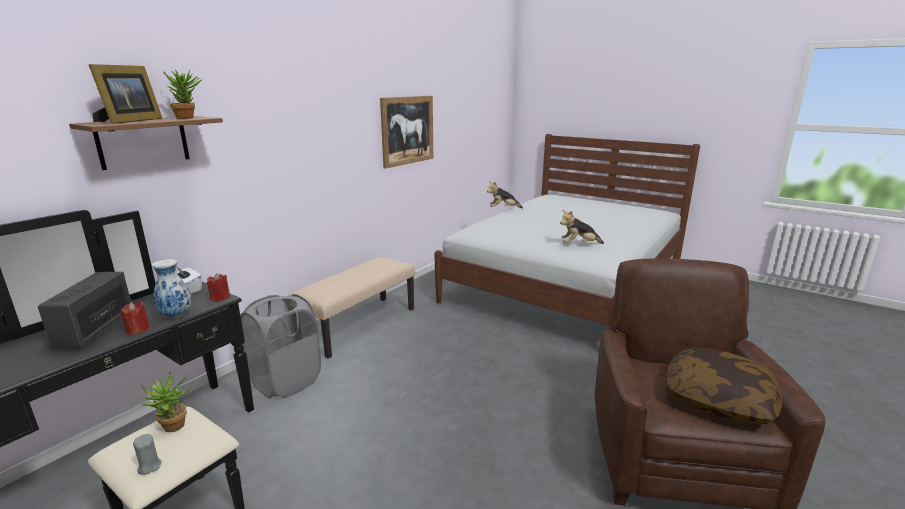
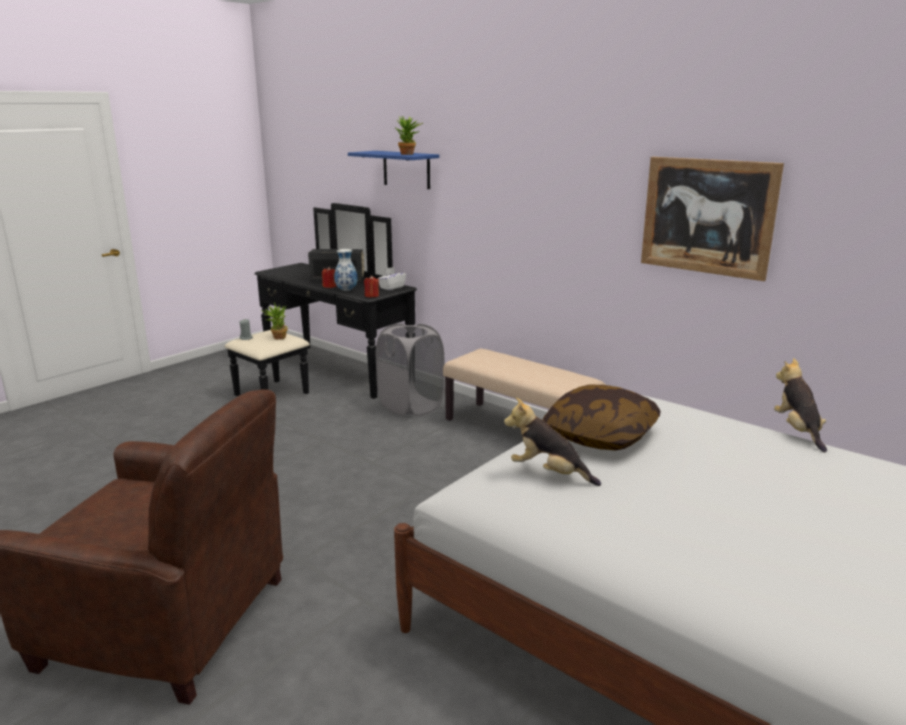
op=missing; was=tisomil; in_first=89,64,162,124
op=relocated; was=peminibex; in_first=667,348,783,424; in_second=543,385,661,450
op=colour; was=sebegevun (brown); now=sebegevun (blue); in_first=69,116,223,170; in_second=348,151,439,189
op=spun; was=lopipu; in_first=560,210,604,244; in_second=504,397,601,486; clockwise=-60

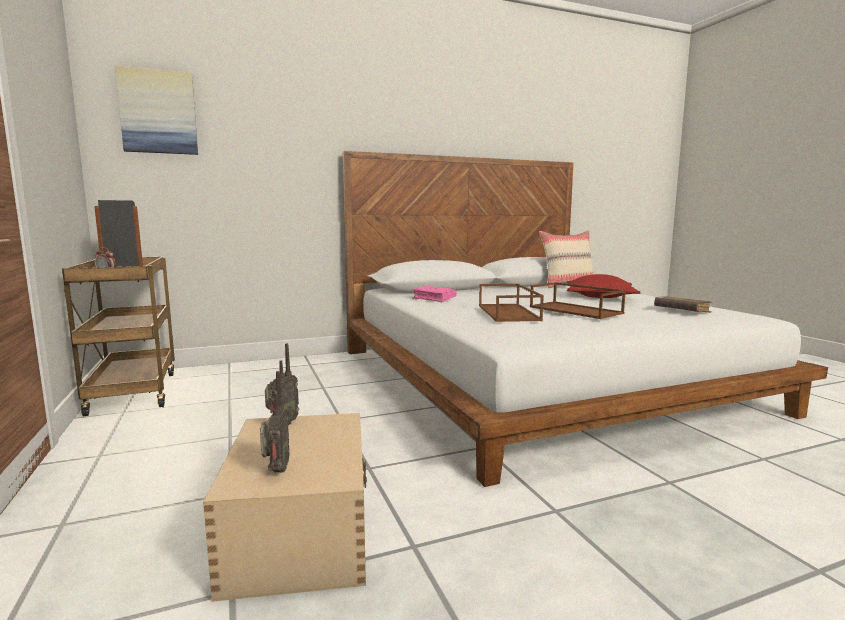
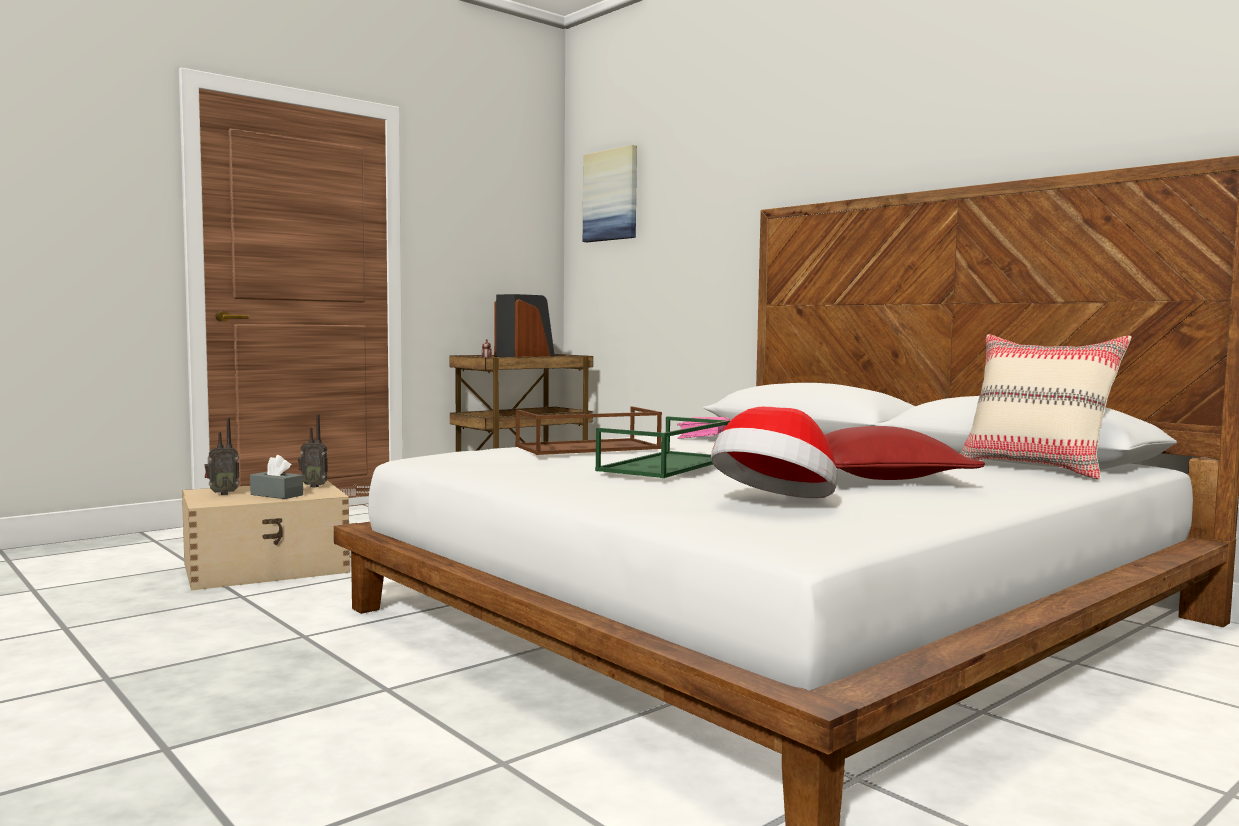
op=appeared; now=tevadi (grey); in_second=250,455,303,499
op=exchanged; was=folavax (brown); now=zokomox; in_first=654,296,712,313; in_second=711,407,838,498
op=colour; was=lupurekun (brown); now=lupurekun (green); in_first=530,282,626,319; in_second=595,416,730,478

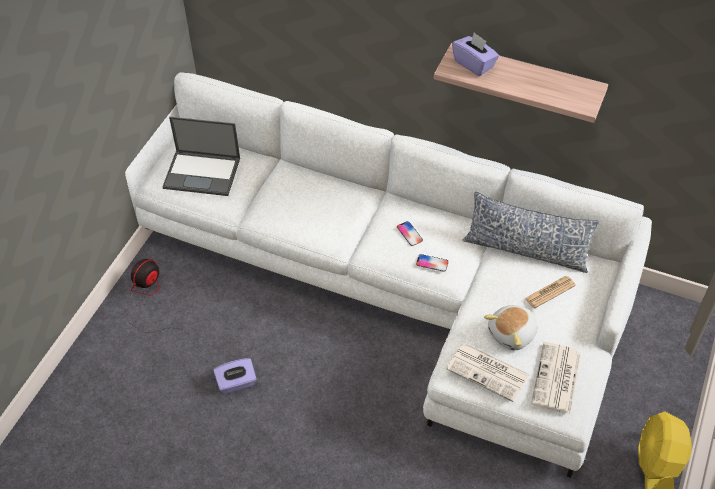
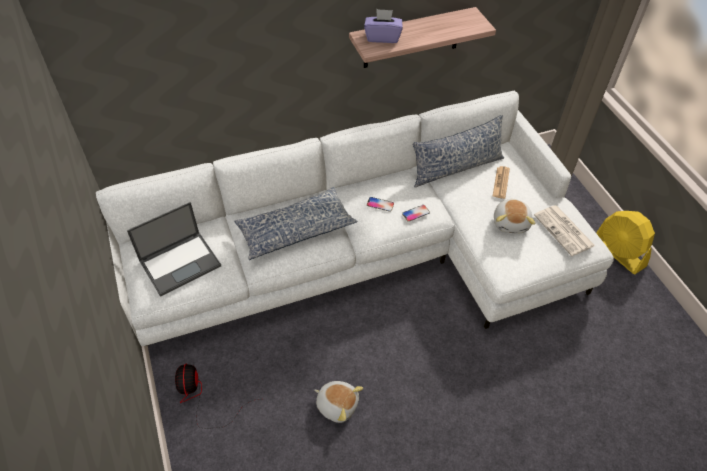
op=missing; was=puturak; in_first=446,343,529,402
op=appeared; now=peminibex; in_second=234,187,357,260
op=exchanged; was=tevadi (purple); now=lopipu; in_first=213,358,257,394; in_second=314,381,363,423

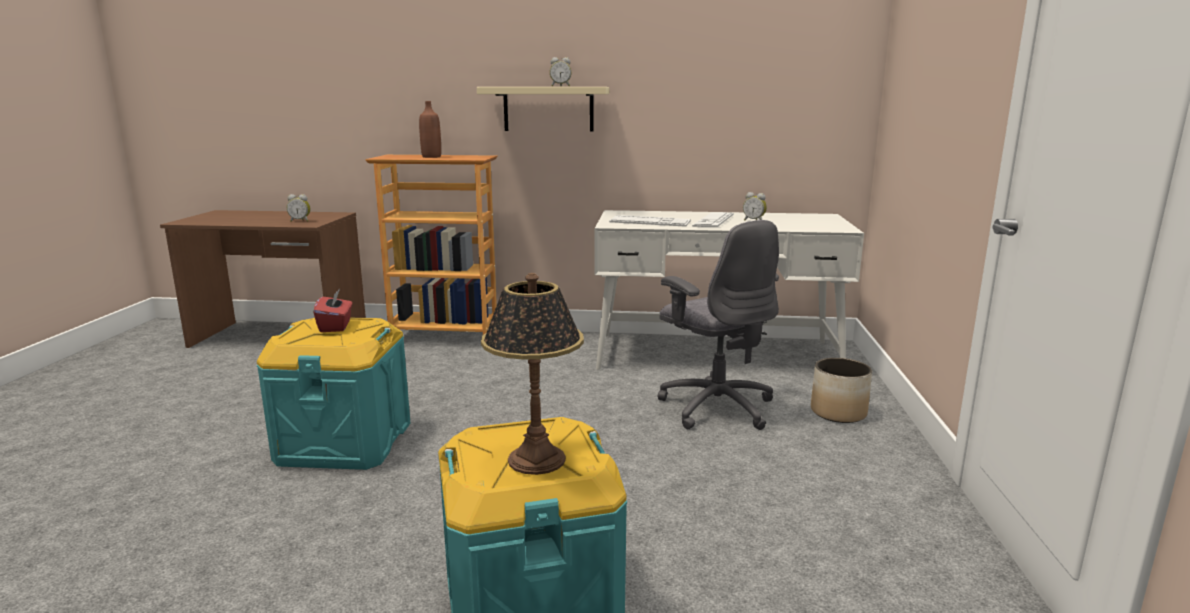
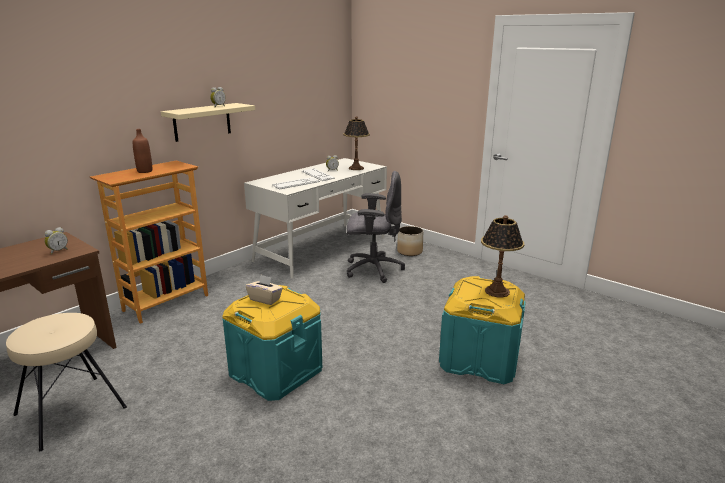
op=appeared; now=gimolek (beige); in_second=6,313,127,451
op=appeared; now=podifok; in_second=343,116,370,170
op=colour; was=tevadi (red); now=tevadi (beige); in_first=314,289,352,332; in_second=246,275,283,305

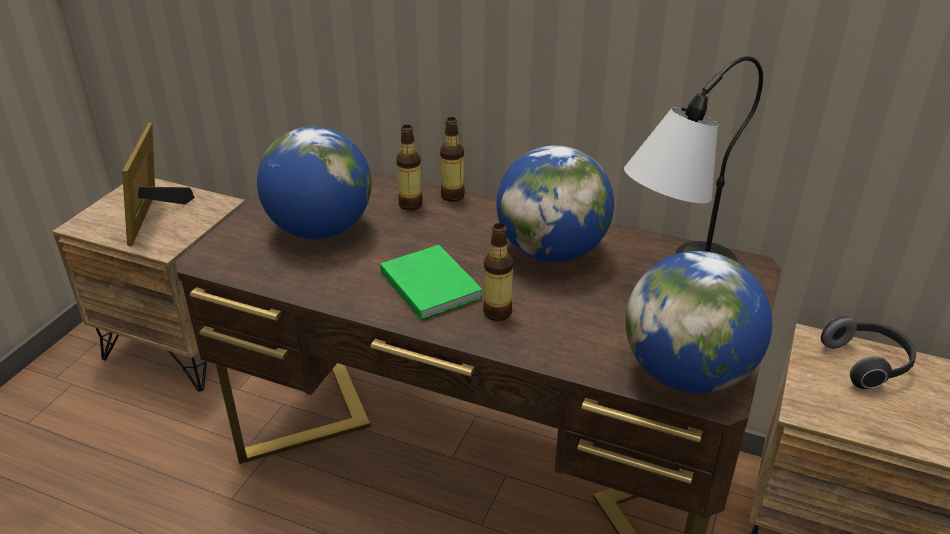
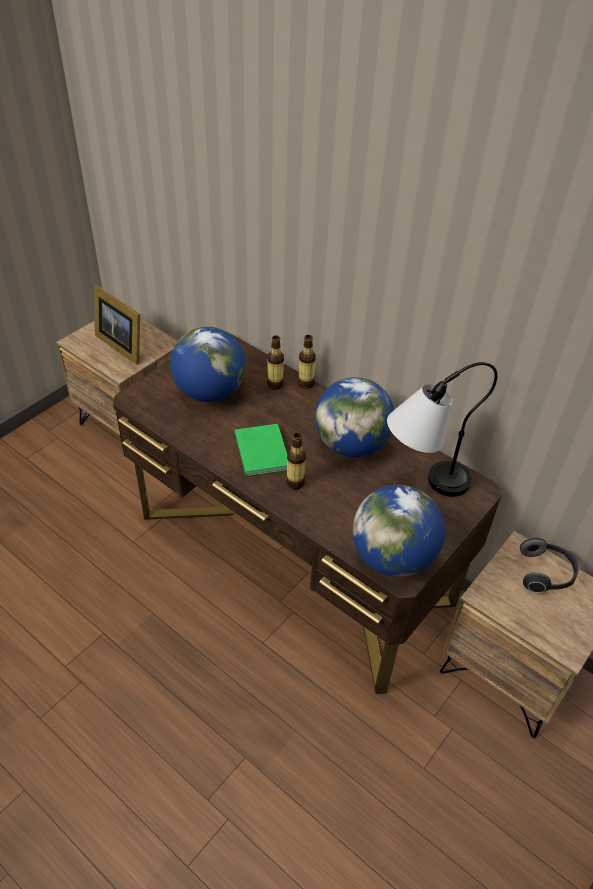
op=spun; was=tisomil; in_first=122,123,195,246; in_second=94,285,140,365; clockwise=-60

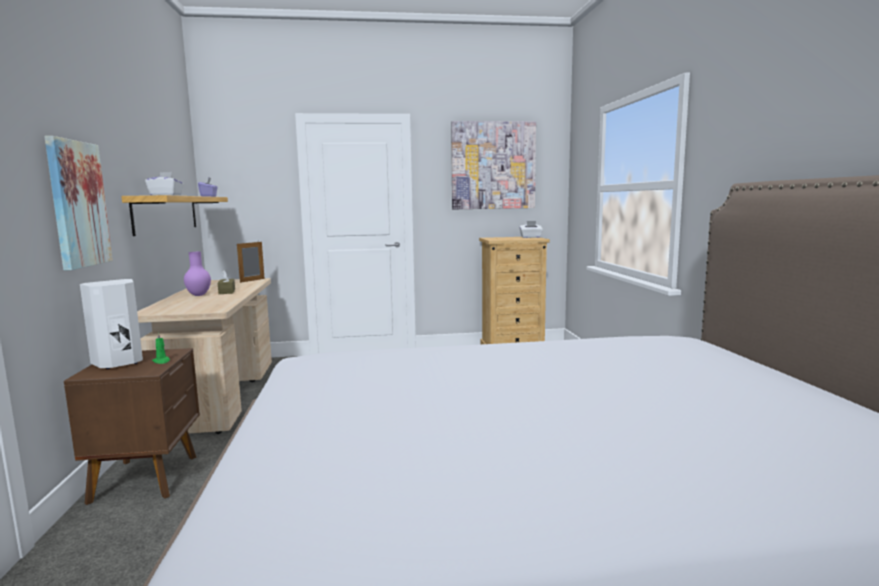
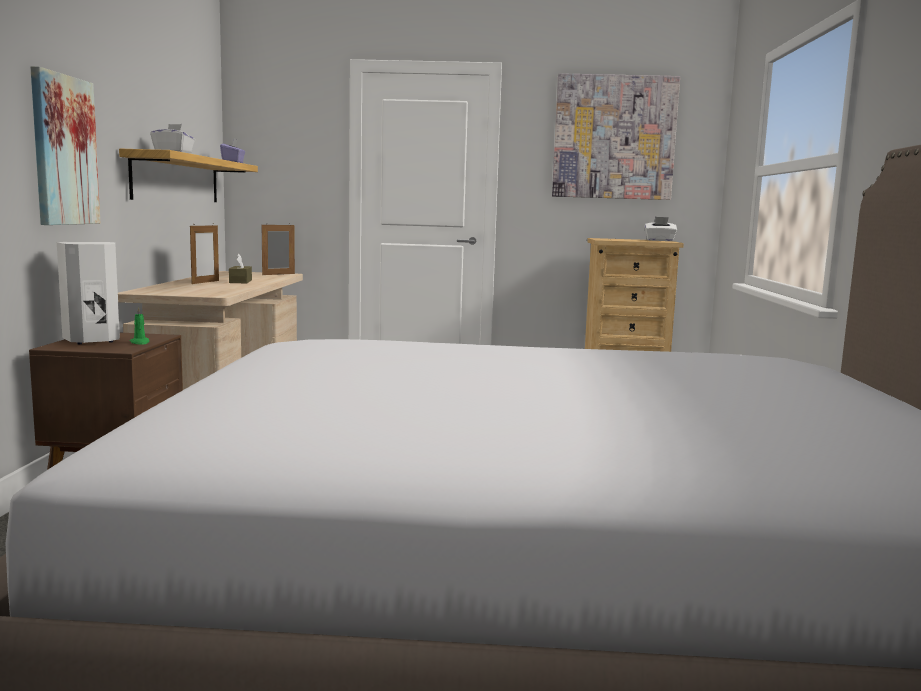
op=exchanged; was=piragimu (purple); now=tisomil; in_first=184,252,211,296; in_second=190,224,219,284

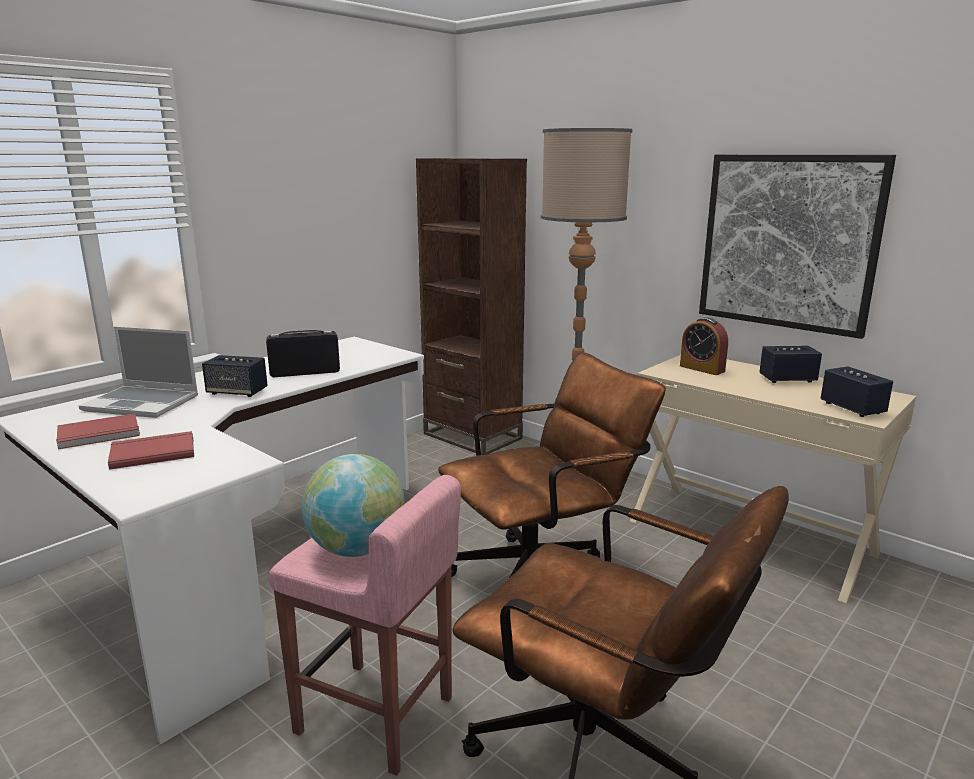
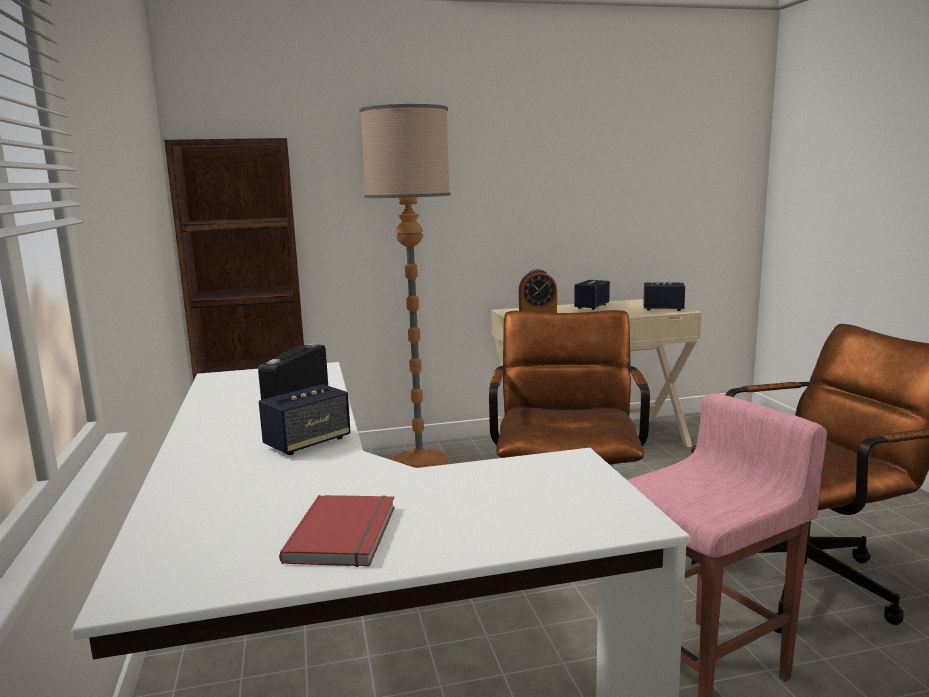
op=missing; was=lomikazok; in_first=79,326,198,418
op=missing; was=folavax (red); in_first=108,431,194,470
op=missing; was=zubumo; in_first=302,454,405,557
op=missing; was=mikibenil; in_first=699,155,896,339

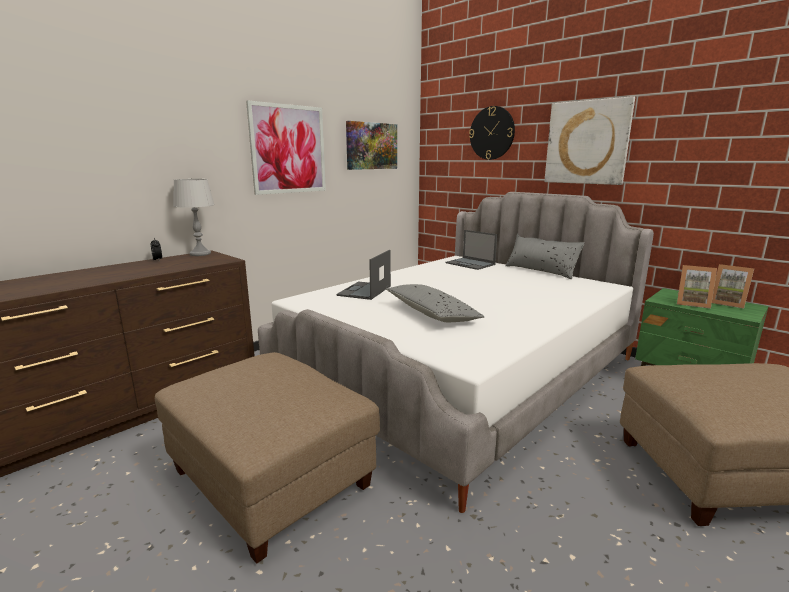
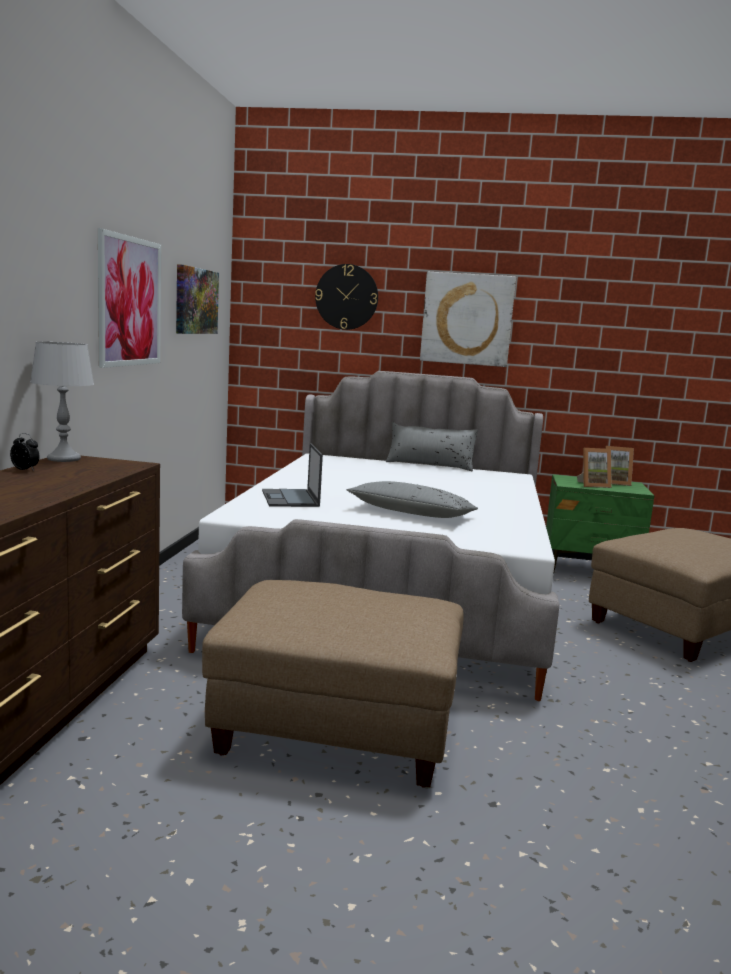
op=missing; was=lomikazok; in_first=446,230,497,270

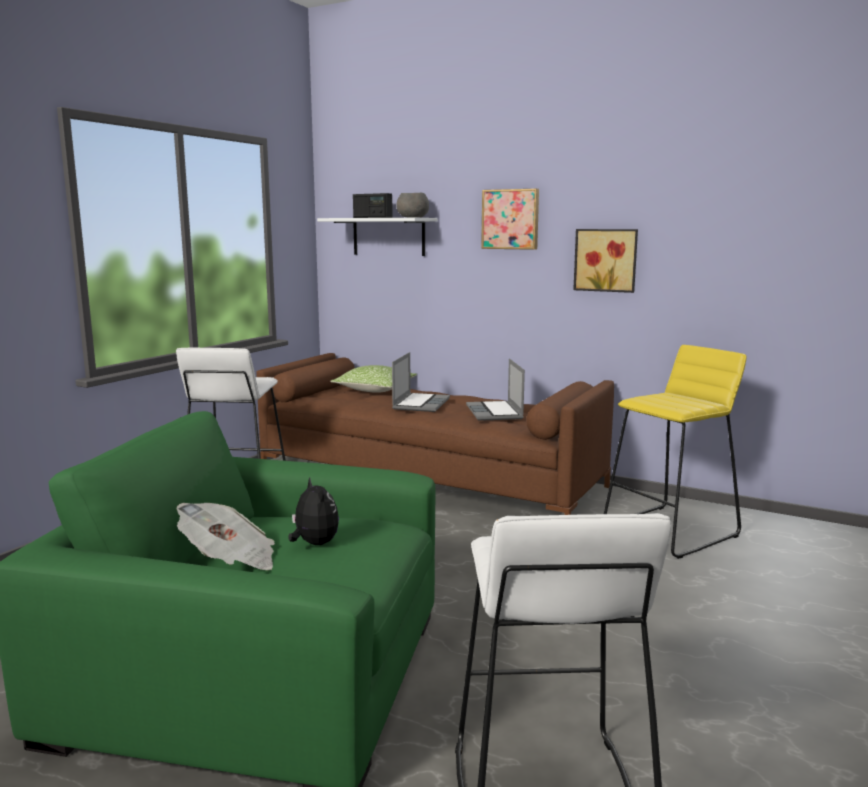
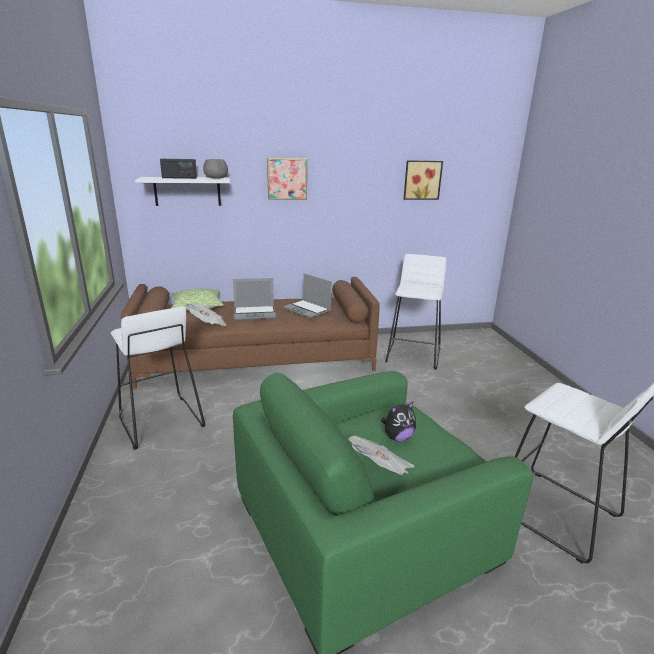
op=appeared; now=puturak; in_second=185,303,227,326
op=relocated; was=mikibenil; in_first=573,229,638,293; in_second=404,160,443,200
op=colour; was=gimolek (yellow); now=gimolek (white); in_first=604,345,747,559; in_second=385,254,446,369
op=spun; was=lopipu; in_first=288,477,339,545; in_second=381,402,416,441; clockwise=135
op=spun; was=lomikazok; in_first=392,352,450,412; in_second=233,278,276,320; clockwise=105

